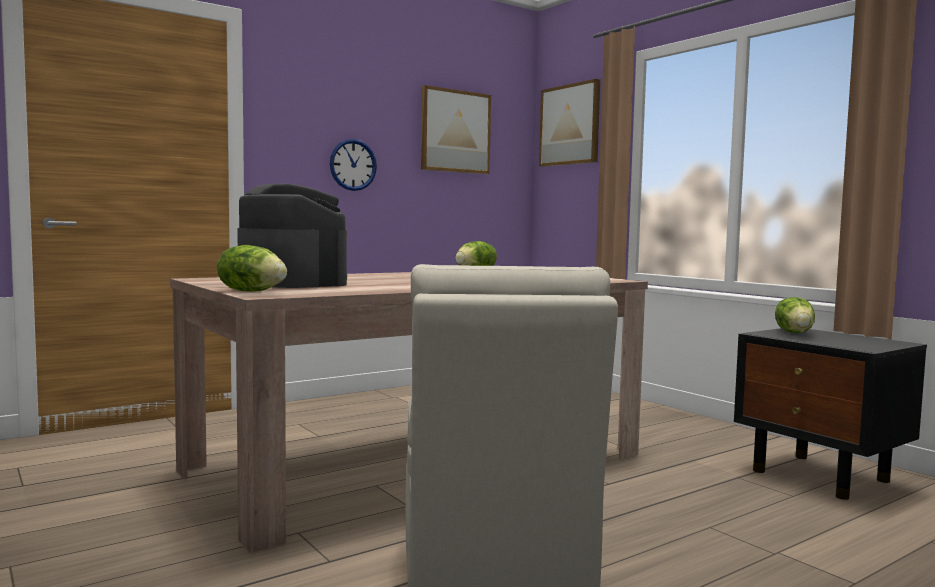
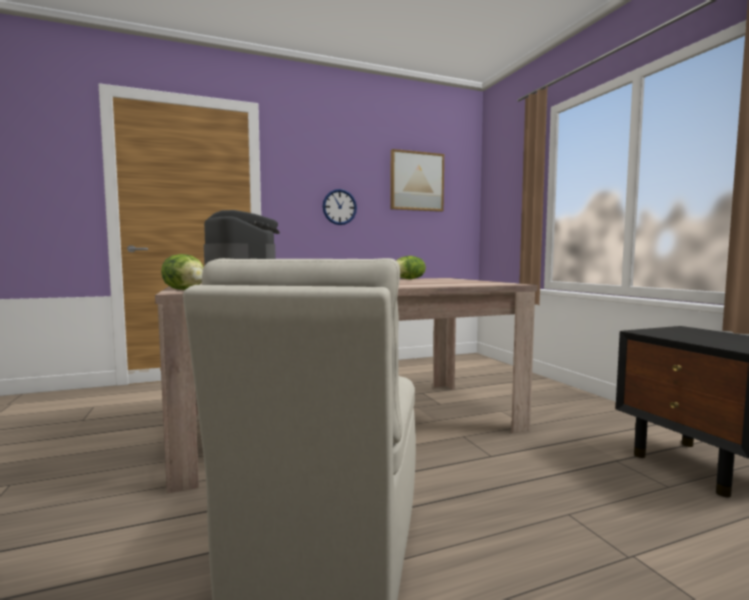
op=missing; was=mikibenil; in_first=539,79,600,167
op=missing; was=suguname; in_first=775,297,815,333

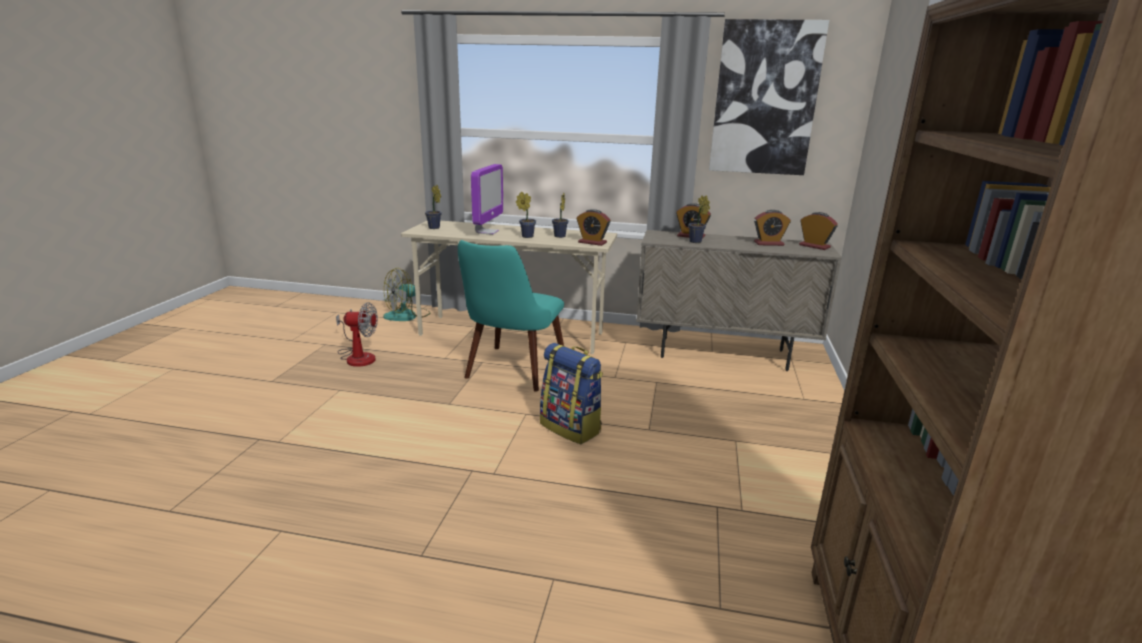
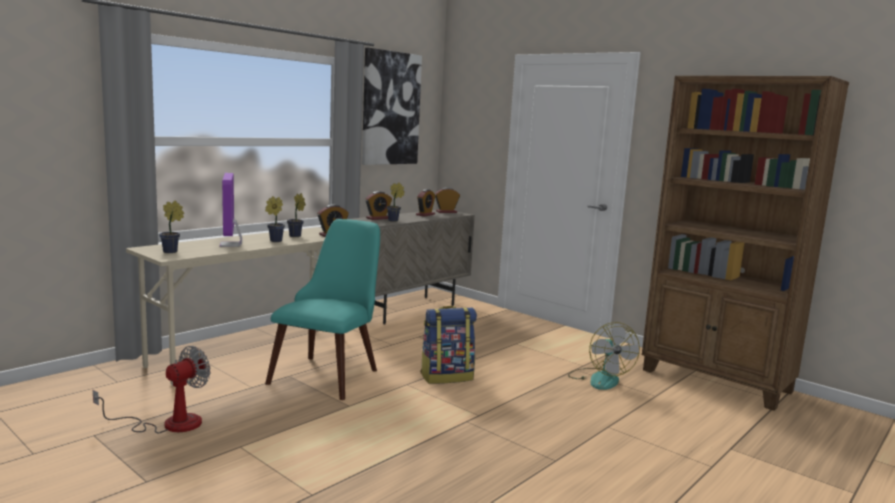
op=relocated; was=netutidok; in_first=383,268,431,321; in_second=568,322,640,390
op=spun; was=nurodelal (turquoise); in_first=458,240,564,392; in_second=265,219,380,400; clockwise=-120
op=spun; was=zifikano; in_first=471,164,503,235; in_second=220,173,242,247; clockwise=-150

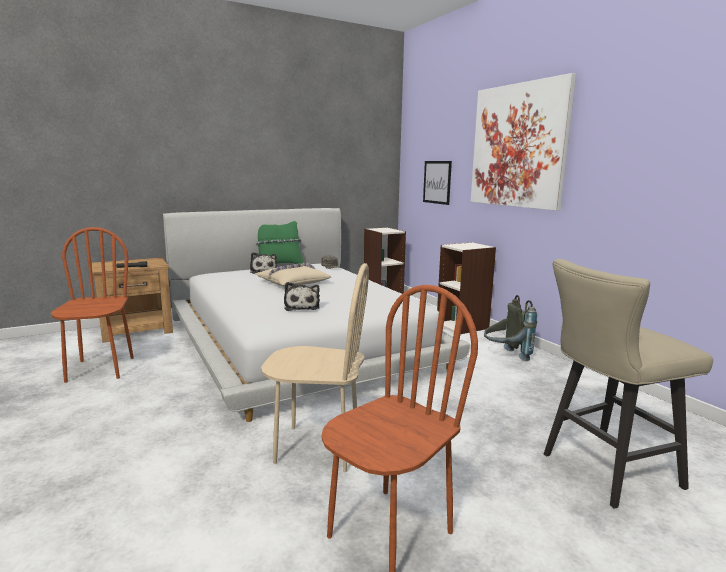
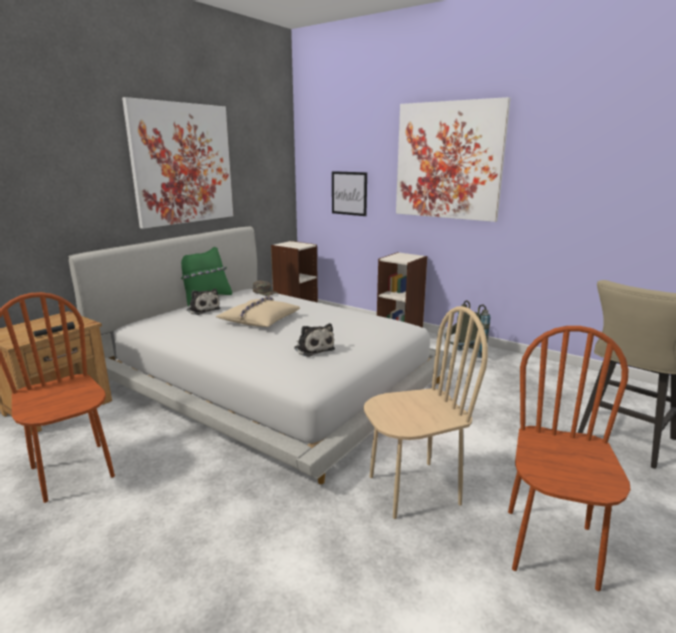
op=appeared; now=mikibenil; in_second=122,97,233,229

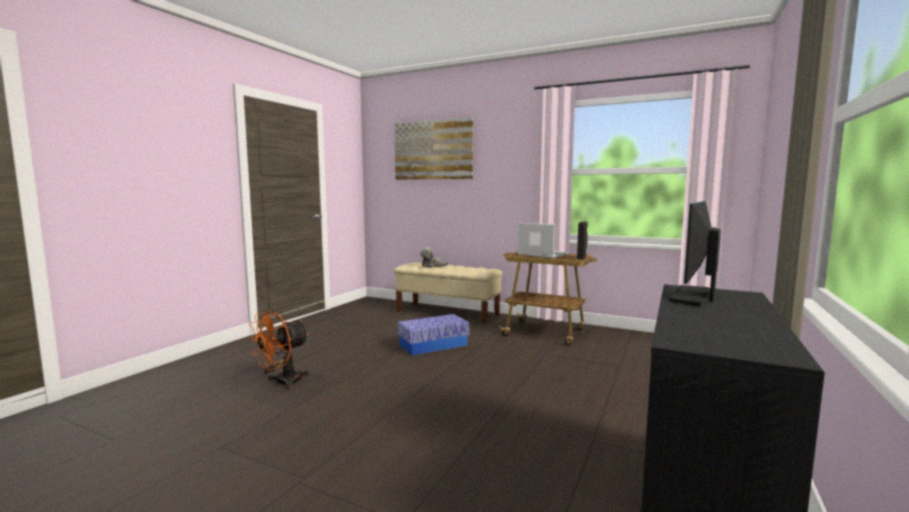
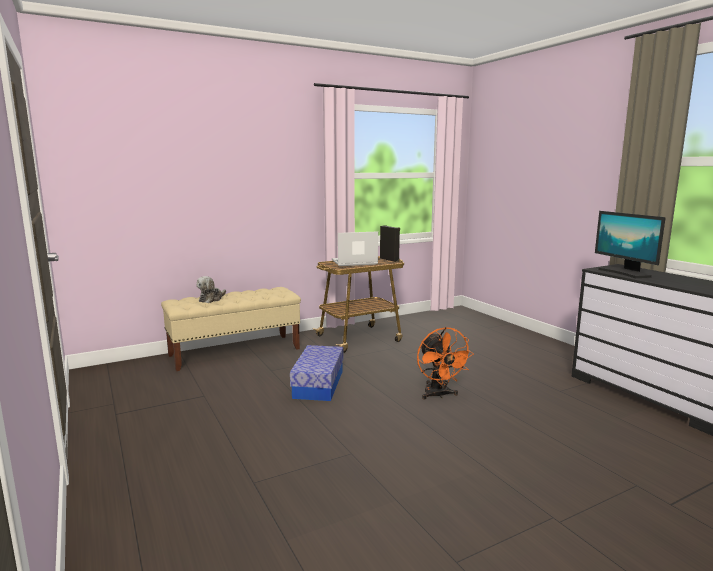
op=missing; was=mikibenil; in_first=394,117,473,180
op=relocated; was=netutidok (orange); in_first=248,311,309,390; in_second=417,327,474,400

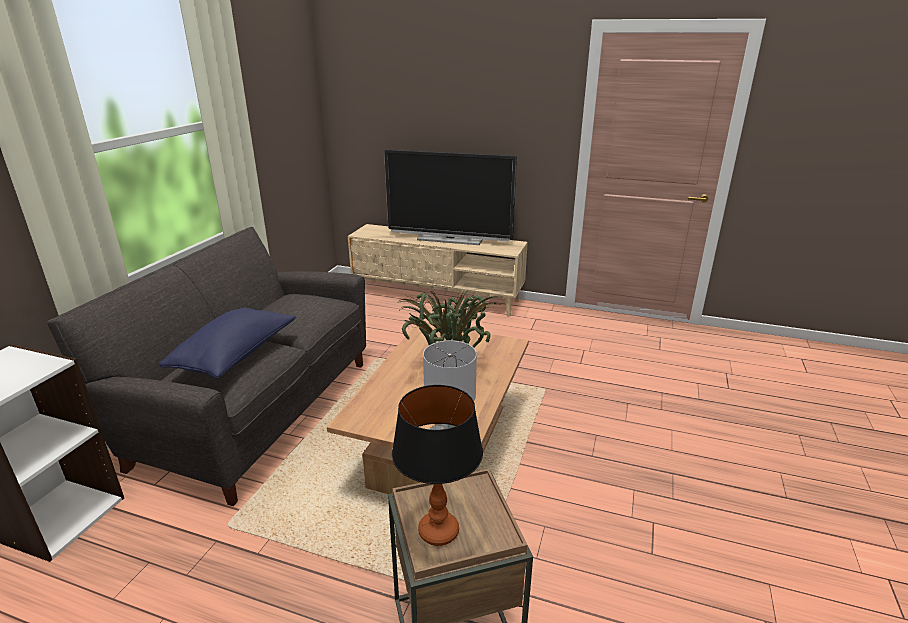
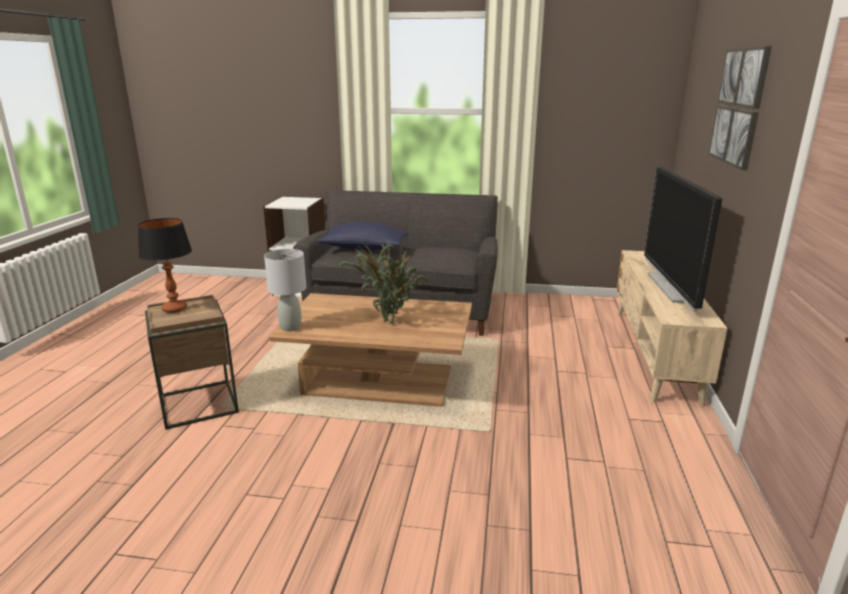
op=appeared; now=mikibenil; in_second=708,46,772,170

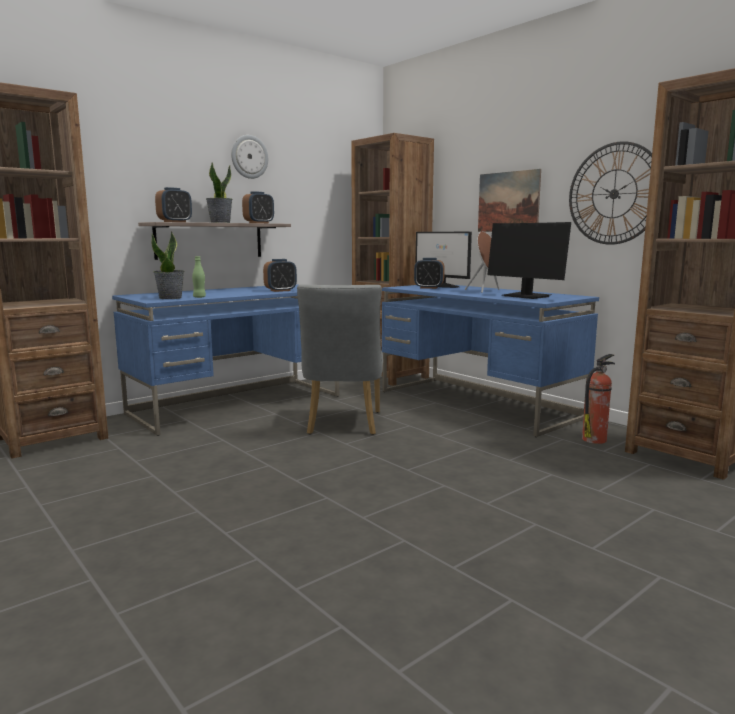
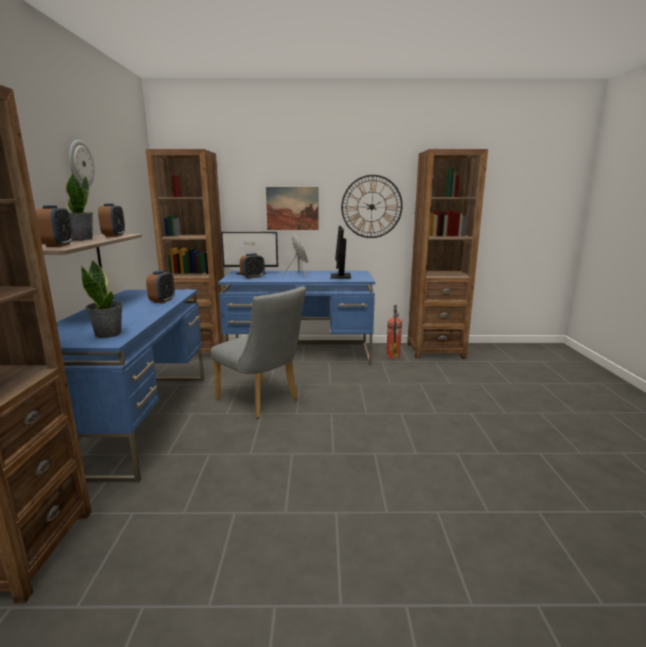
op=missing; was=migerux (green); in_first=192,256,206,298
op=spun; was=zifikano; in_first=488,222,571,299; in_second=331,226,351,279; clockwise=90

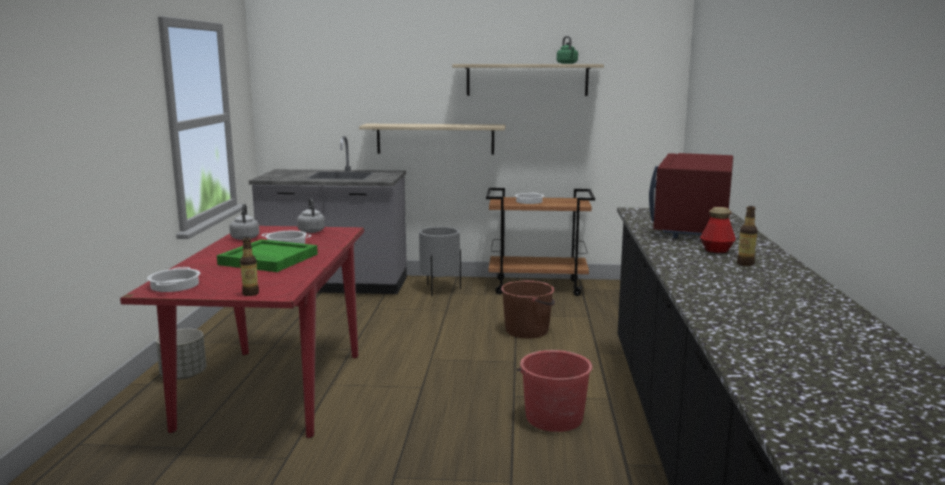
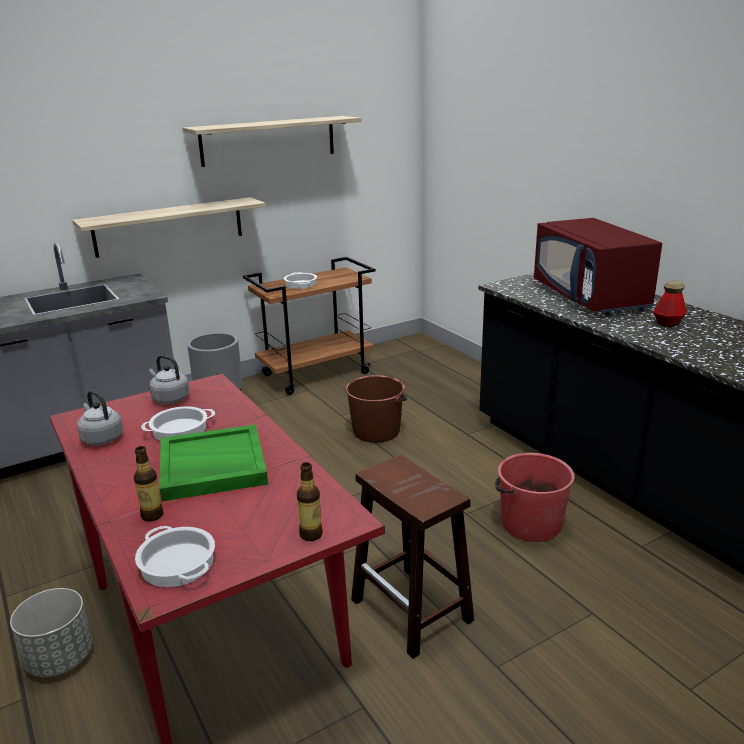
op=missing; was=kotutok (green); in_first=557,36,578,64
op=appeared; now=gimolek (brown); in_second=351,455,474,659
op=relocated; was=migerux; in_first=737,206,758,266; in_second=134,446,163,521

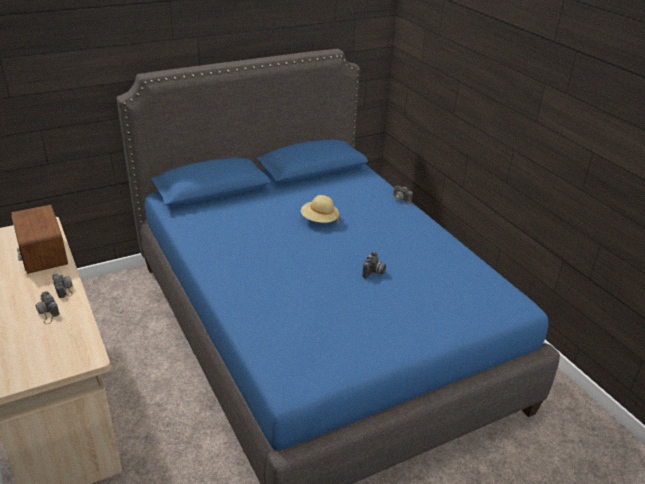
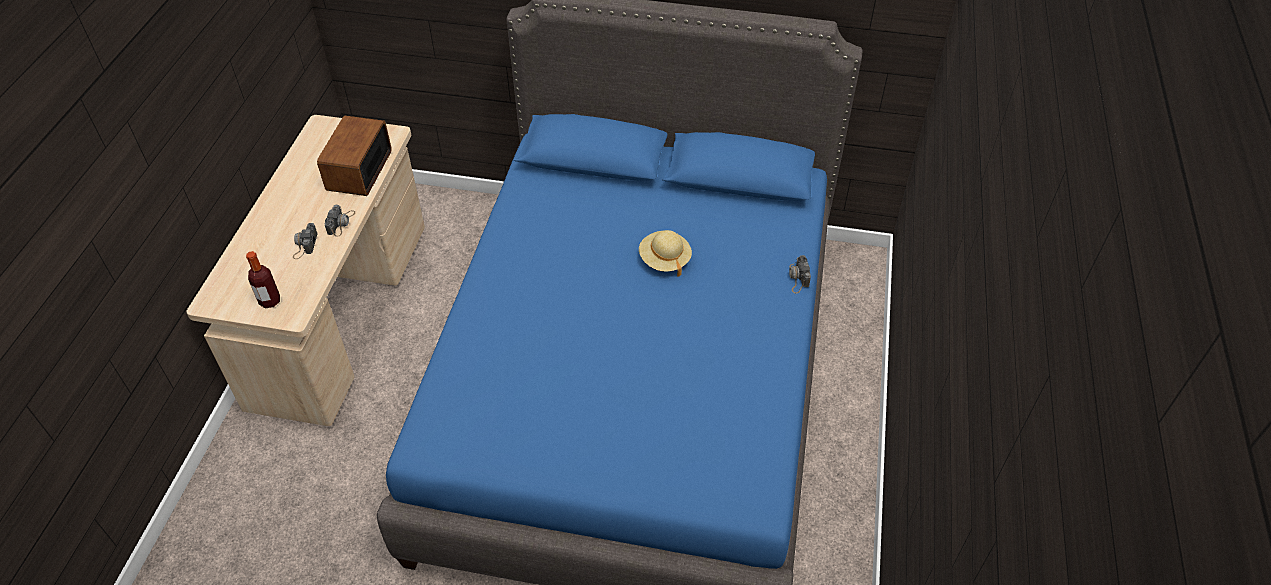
op=missing; was=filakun; in_first=362,252,386,279
op=appeared; now=migerux; in_second=246,251,280,308

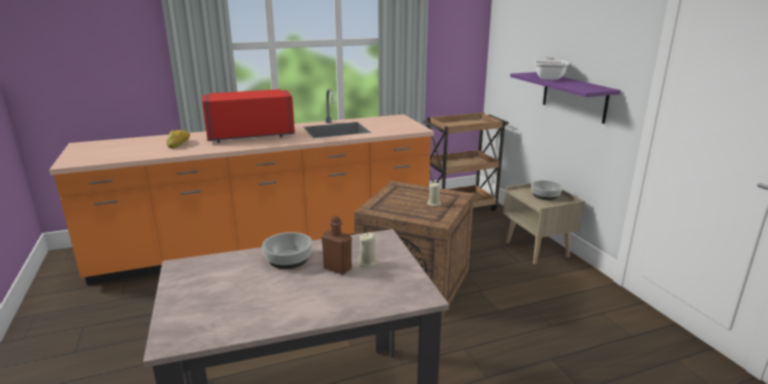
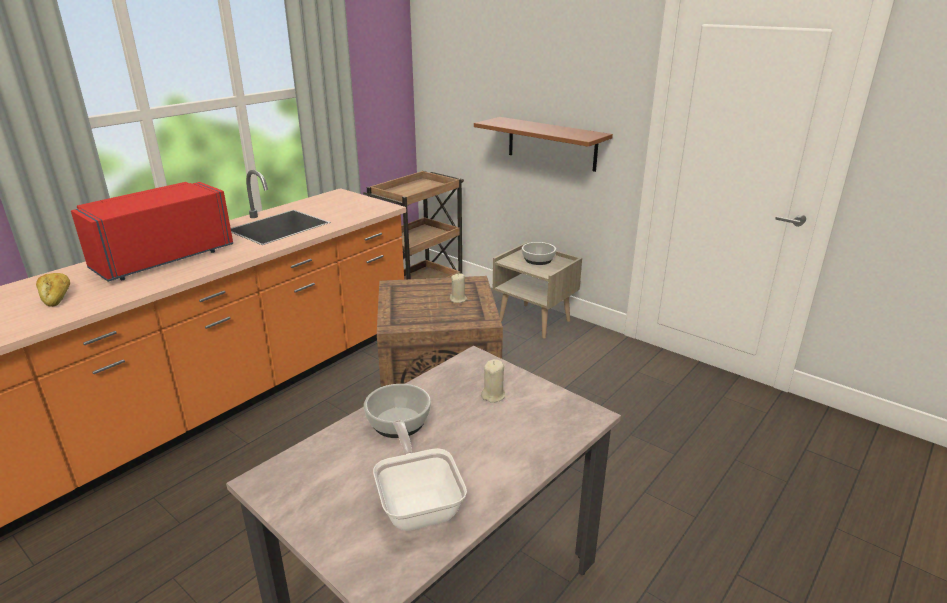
op=missing; was=migerux (brown); in_first=322,216,352,275
op=relocated; was=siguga; in_first=534,56,569,80; in_second=373,420,467,531
op=colour; was=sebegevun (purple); now=sebegevun (brown); in_first=510,72,621,124; in_second=474,117,613,172

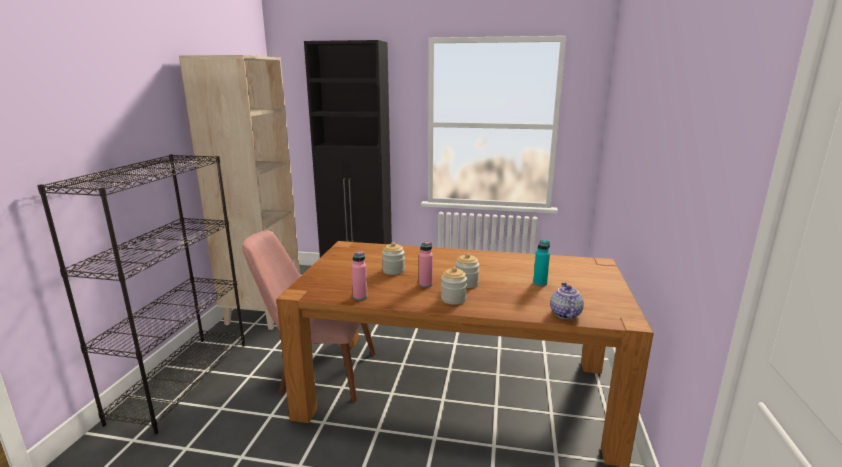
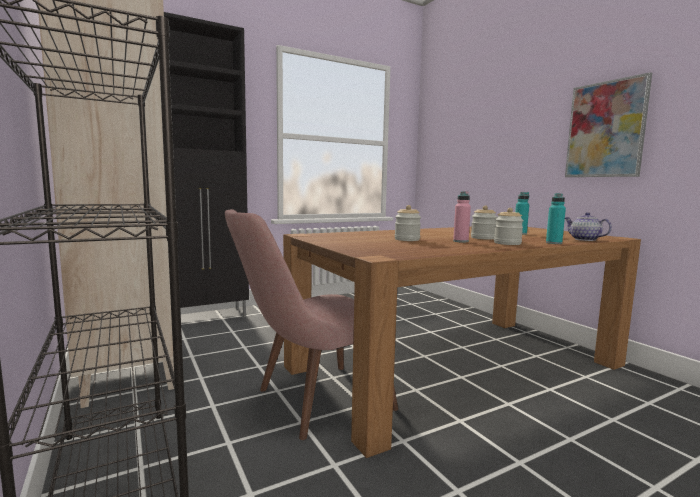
op=missing; was=migerux (pink); in_first=351,251,368,300
op=appeared; now=migerux (turquoise); in_second=546,193,566,244
op=appeared; now=mikibenil; in_second=565,72,652,177

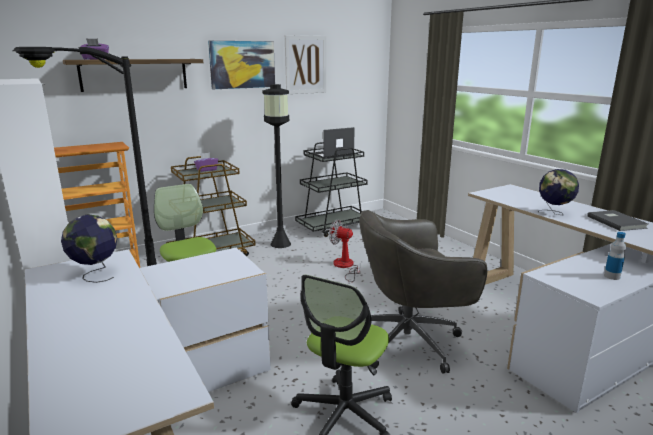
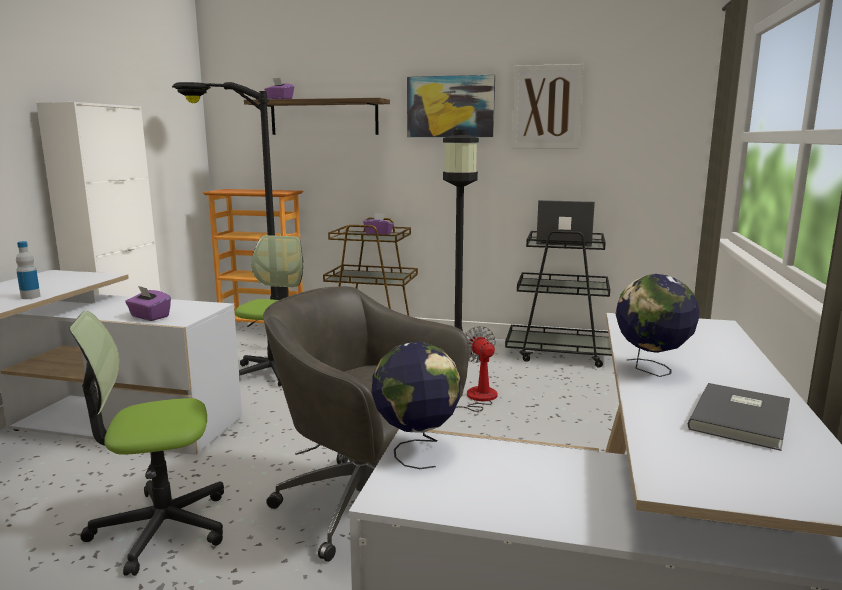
op=appeared; now=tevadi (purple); in_second=125,286,171,321
op=relocated; was=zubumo; in_first=61,214,117,283; in_second=372,342,461,469
op=relocated; was=migerux; in_first=604,232,626,280; in_second=16,241,40,299

